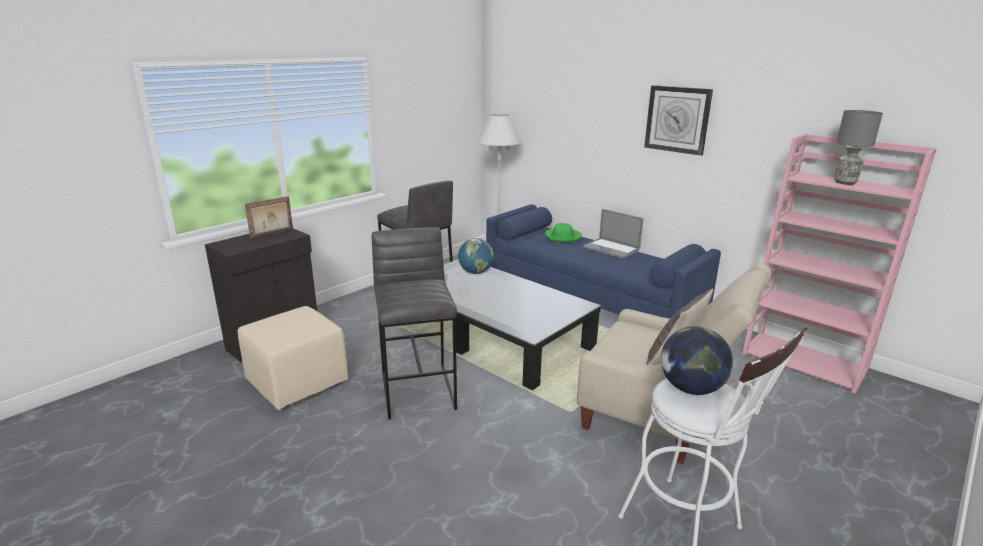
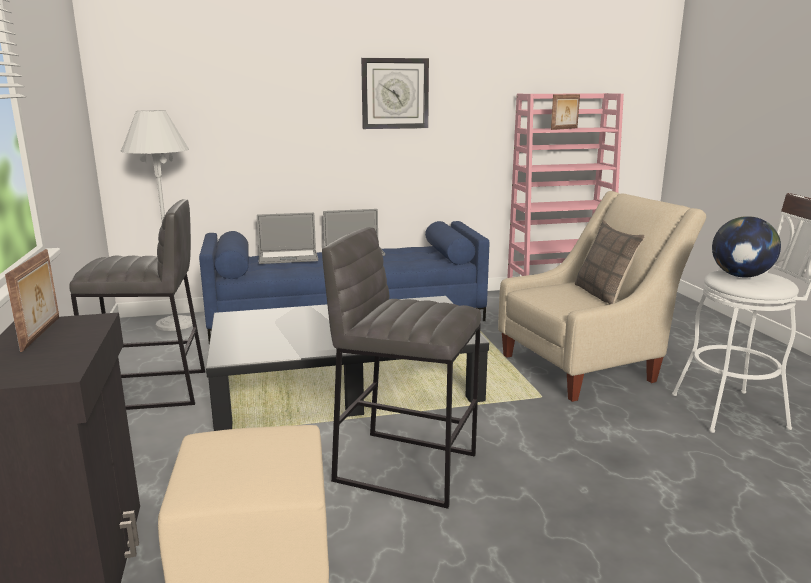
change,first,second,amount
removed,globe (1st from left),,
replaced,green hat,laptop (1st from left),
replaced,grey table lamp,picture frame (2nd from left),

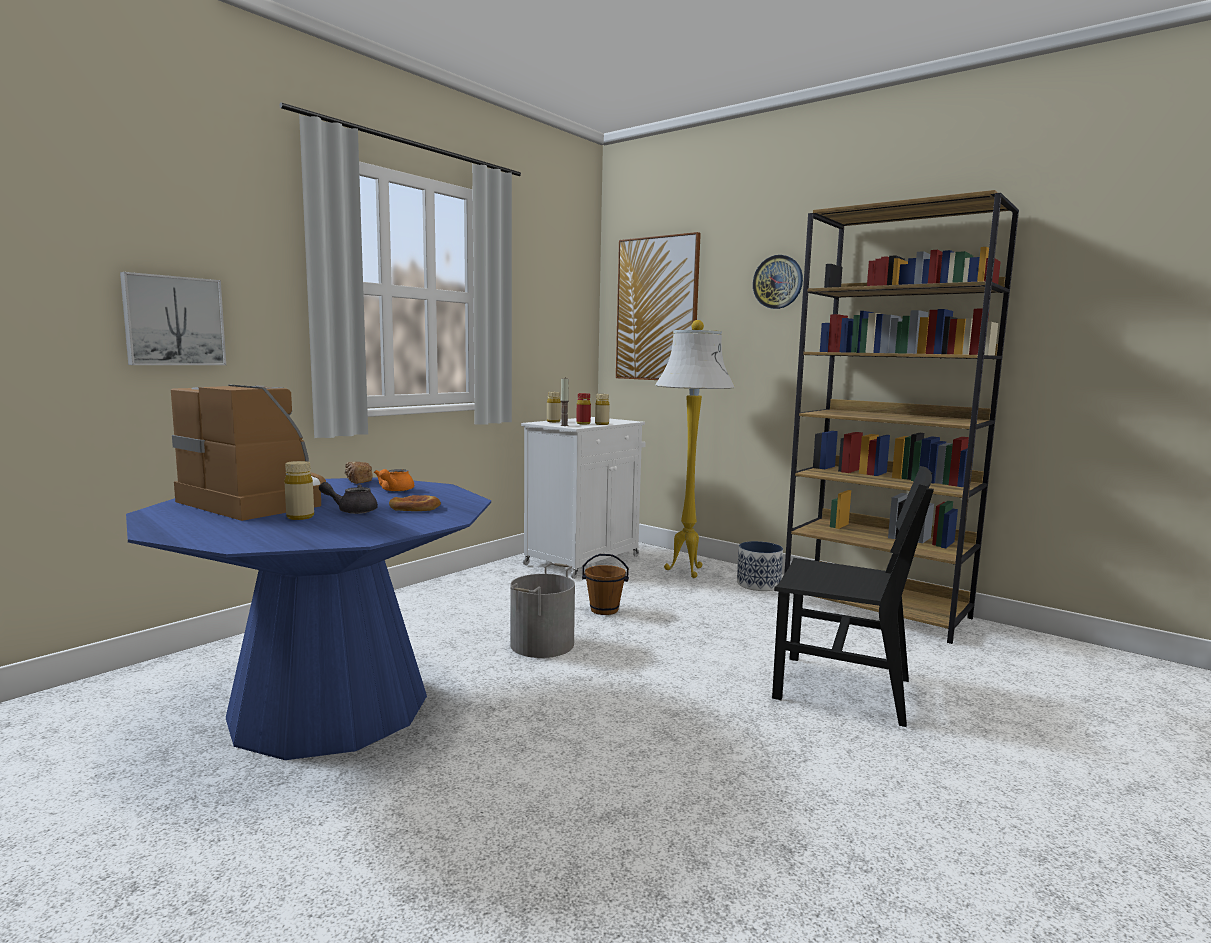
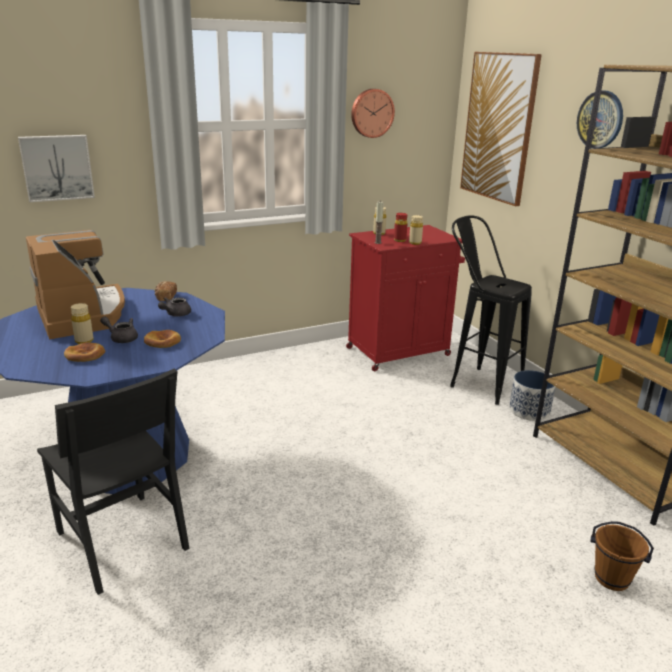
change,first,second,amount
removed,grey bucket,,
added,,bread (1st from left),
added,,wall clock (1st from left),
moved,brown bucket,,
moved,black chair,,
replaced,white floor lamp,black stool,
recoloured,orange teapot,grey teapot (2nd from left),
recoloured,white cabinet,red cabinet,

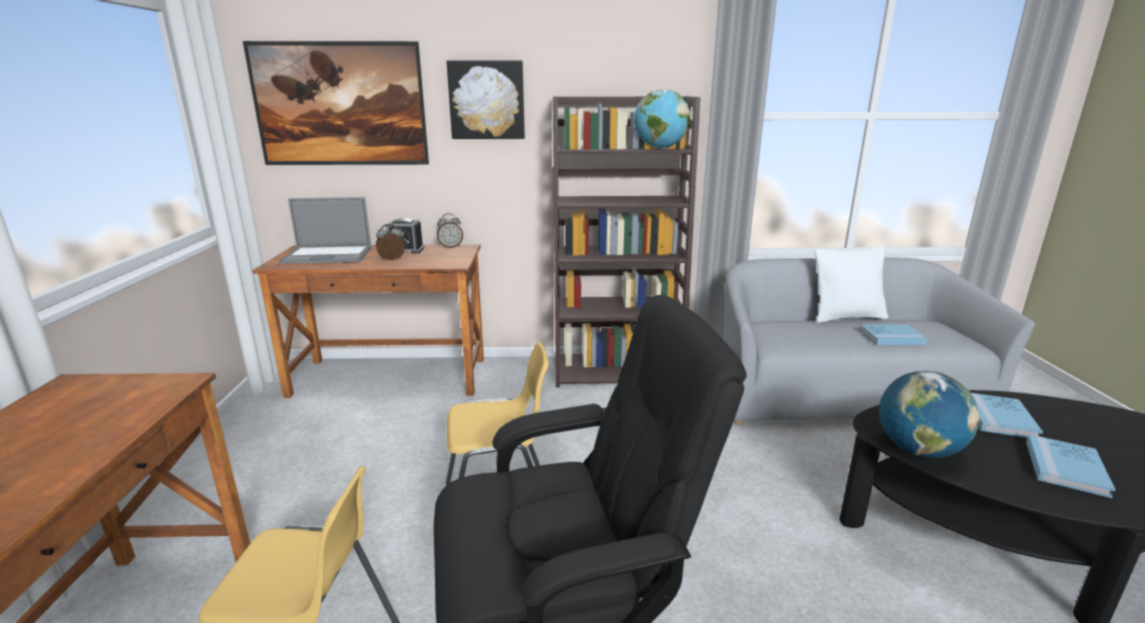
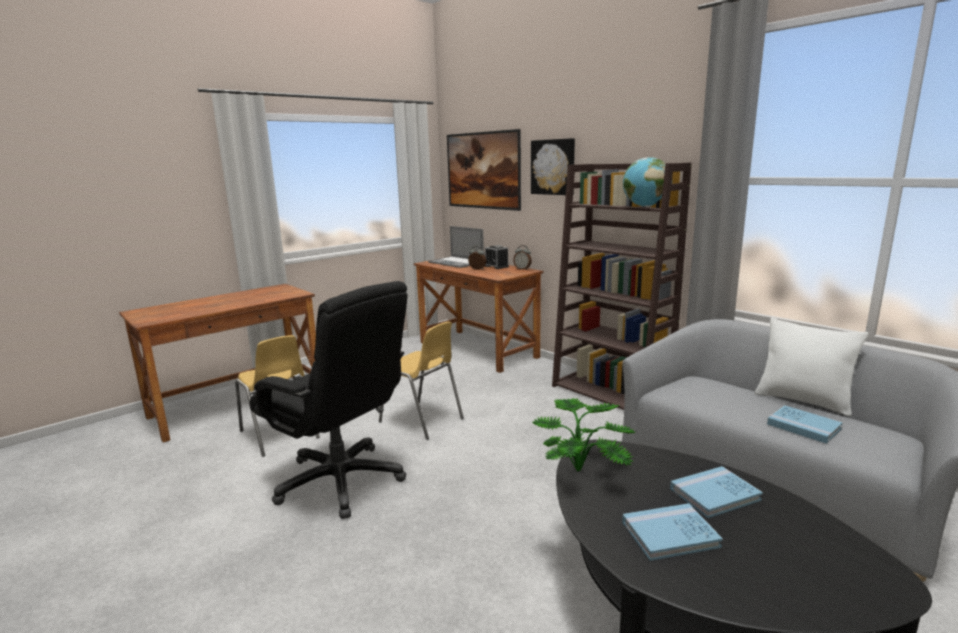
change,first,second,amount
replaced,globe (2nd from left),potted plant,

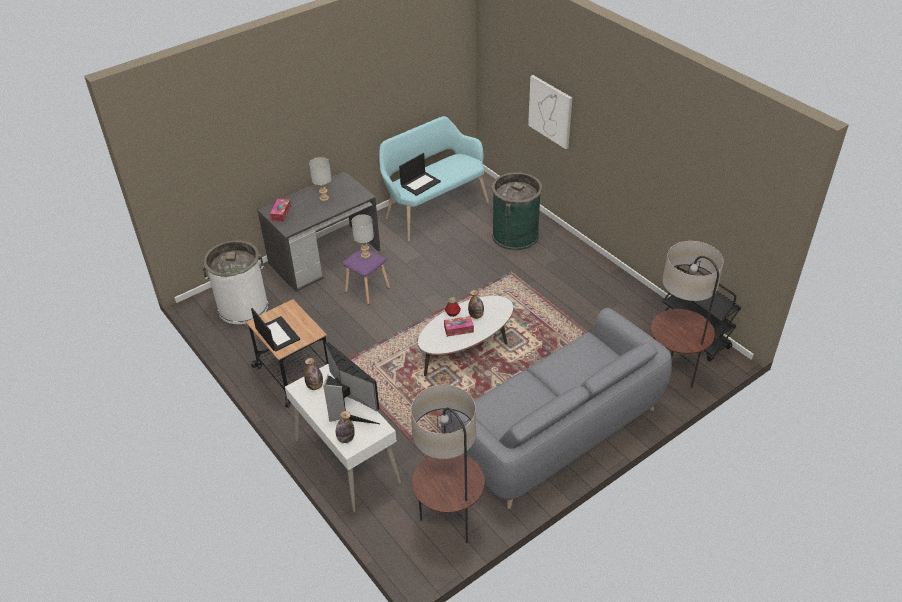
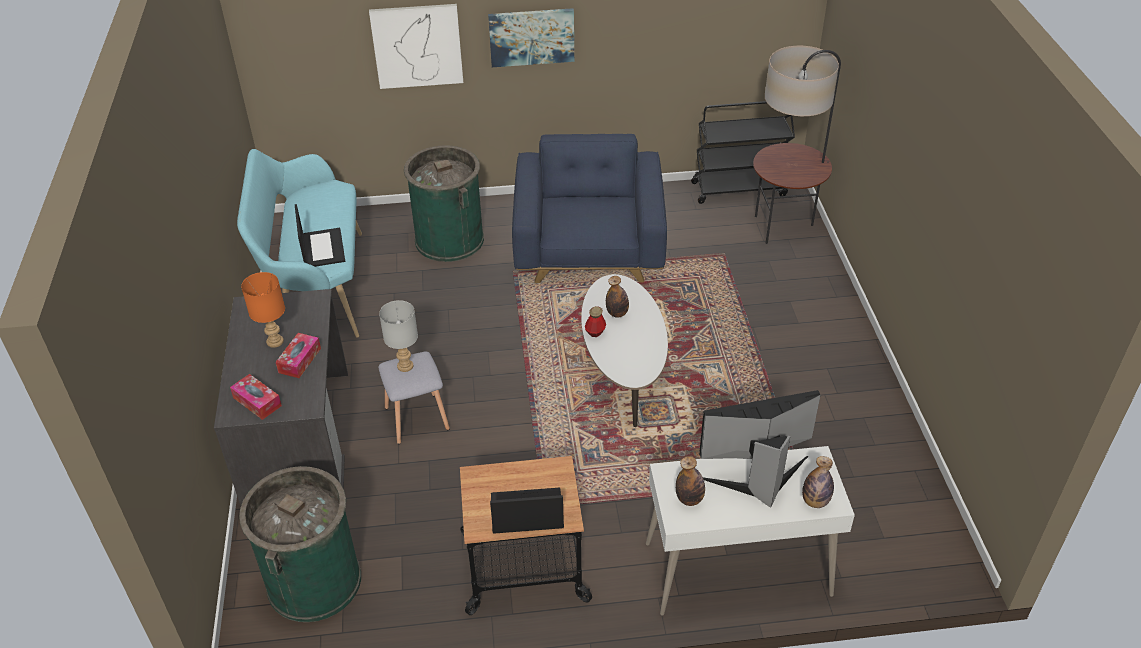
change,first,second,amount
removed,floor lamp (1st from left),,
removed,grey sofa,,
added,,picture (2nd from left),
added,,blue armchair,
moved,tissue box (2nd from left),,
recoloured,white trash can,green trash can (1st from left),
recoloured,grey table lamp (1st from left),orange table lamp,
recoloured,purple stool,grey stool,

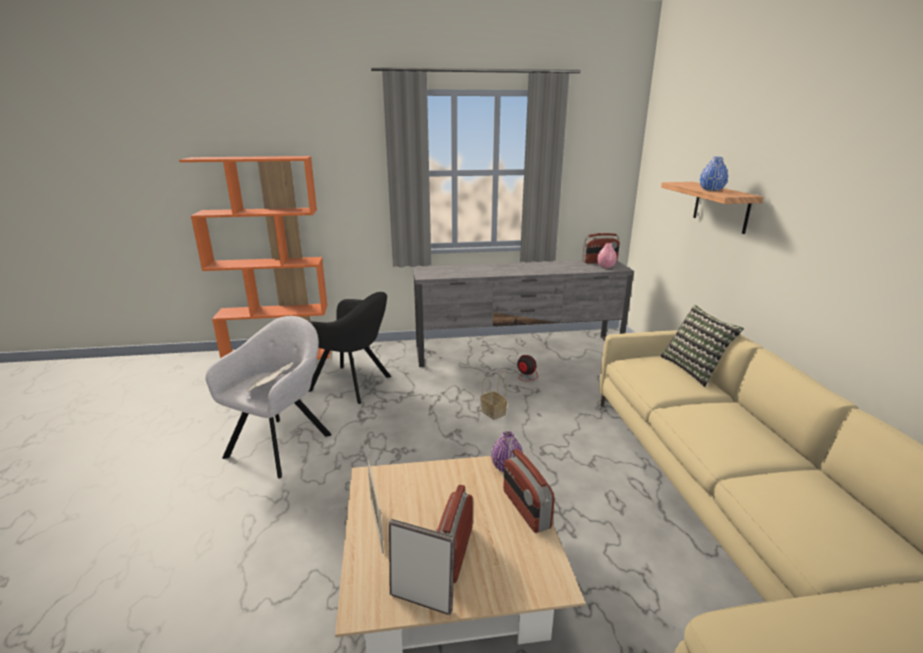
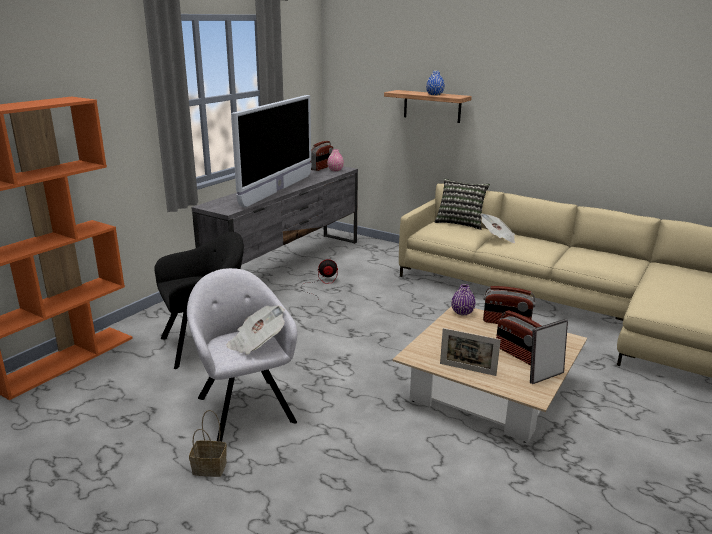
change,first,second,amount
added,,television,
added,,newspaper (2nd from left),
moved,basket,,

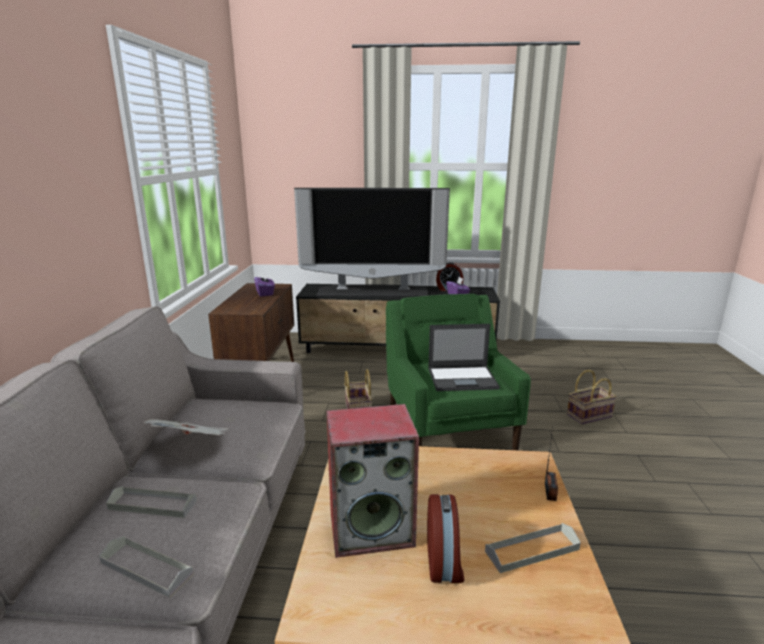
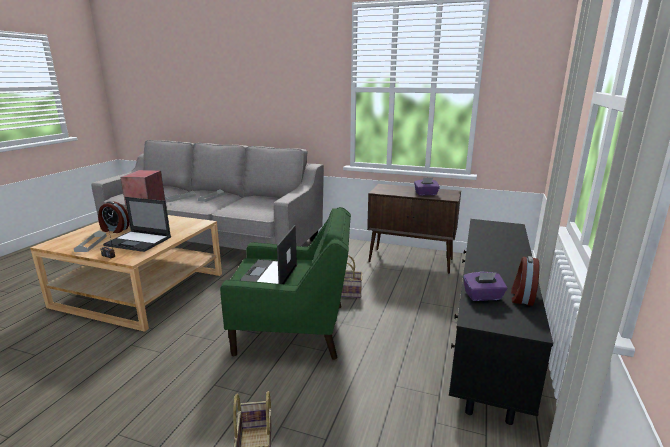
change,first,second,amount
removed,newspaper,,
removed,television,,
added,,laptop (1st from left),

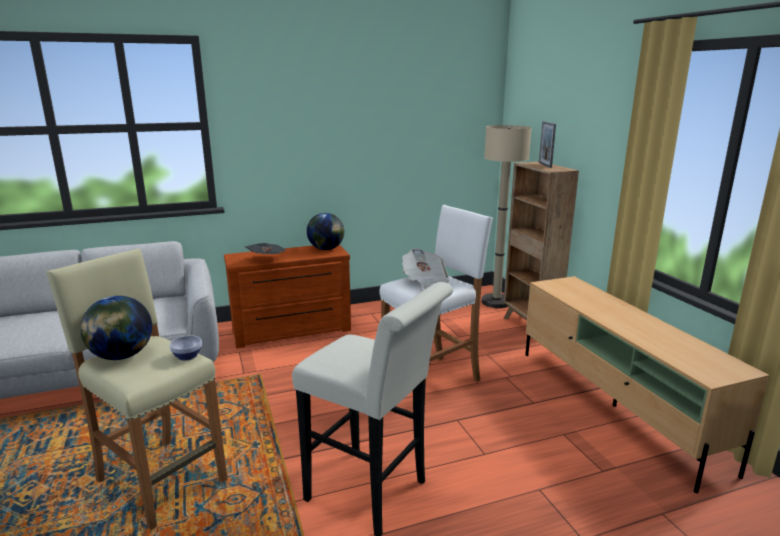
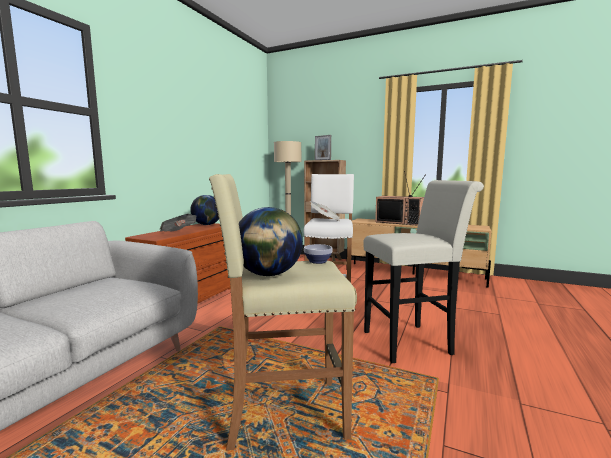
change,first,second,amount
added,,television,

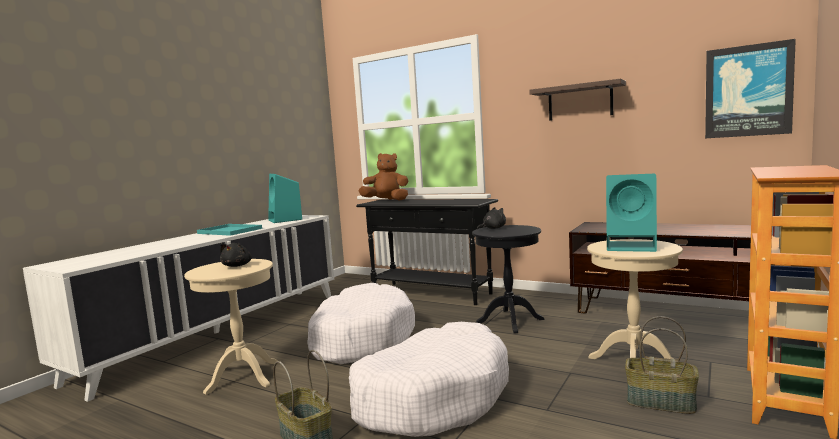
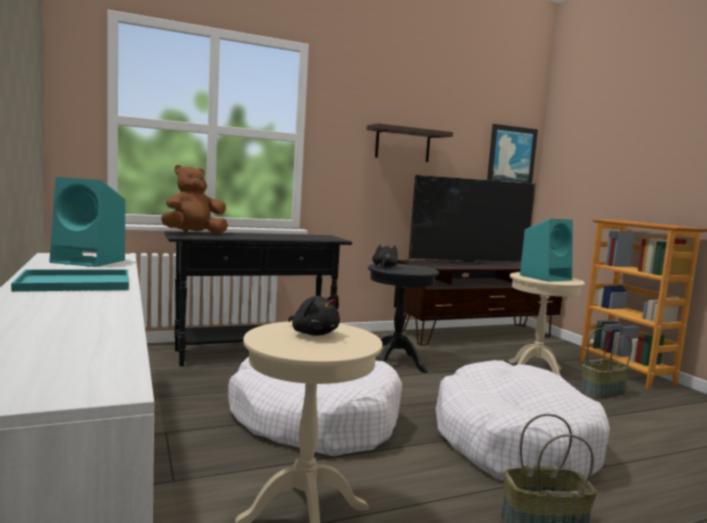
change,first,second,amount
added,,television,

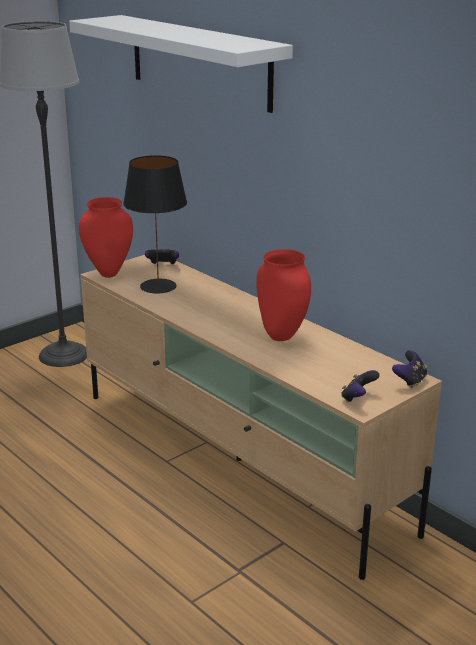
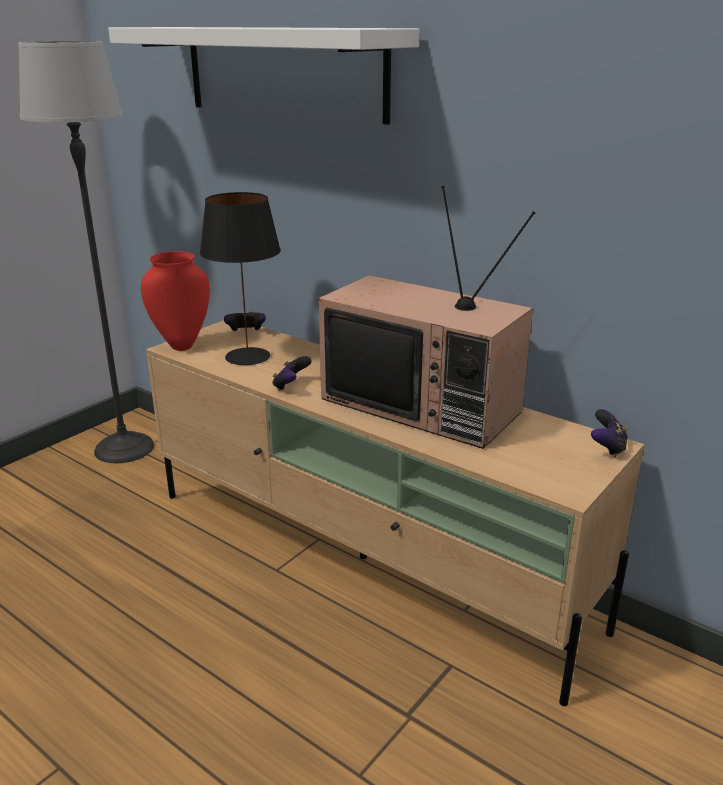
change,first,second,amount
moved,game controller (2nd from left),,
replaced,red vase (2nd from left),television,

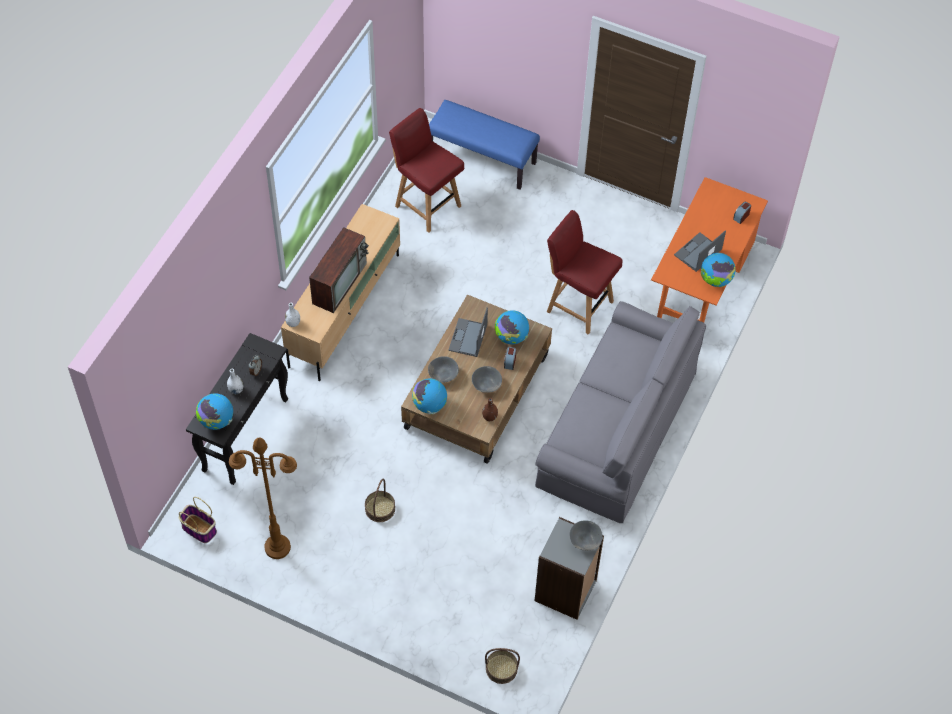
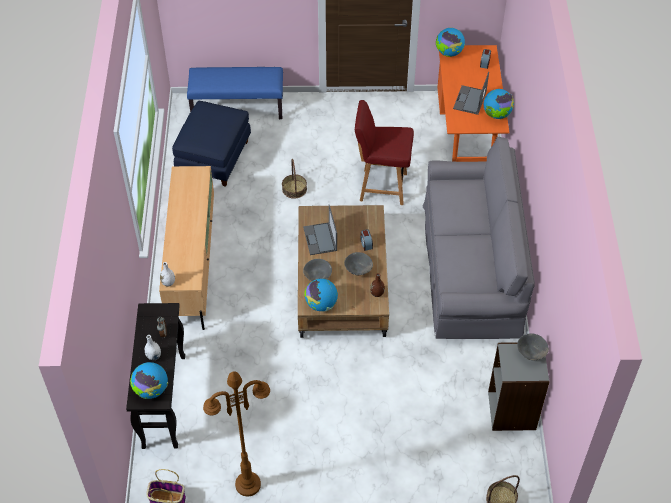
change,first,second,amount
removed,television,,
moved,basket (2nd from left),,
moved,globe (3rd from left),,
replaced,red chair (1st from left),blue ottoman,

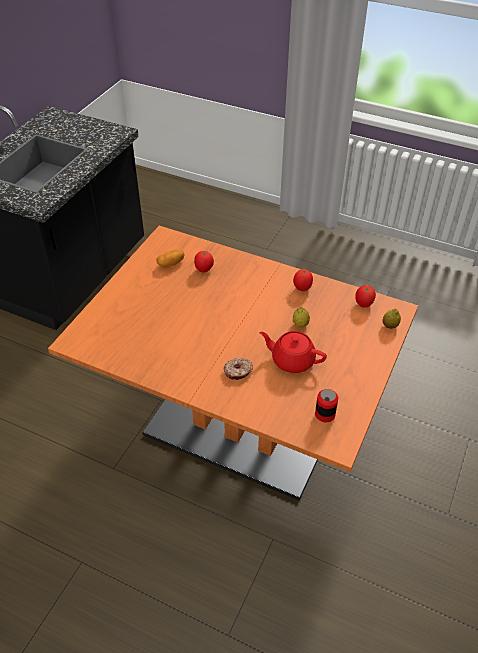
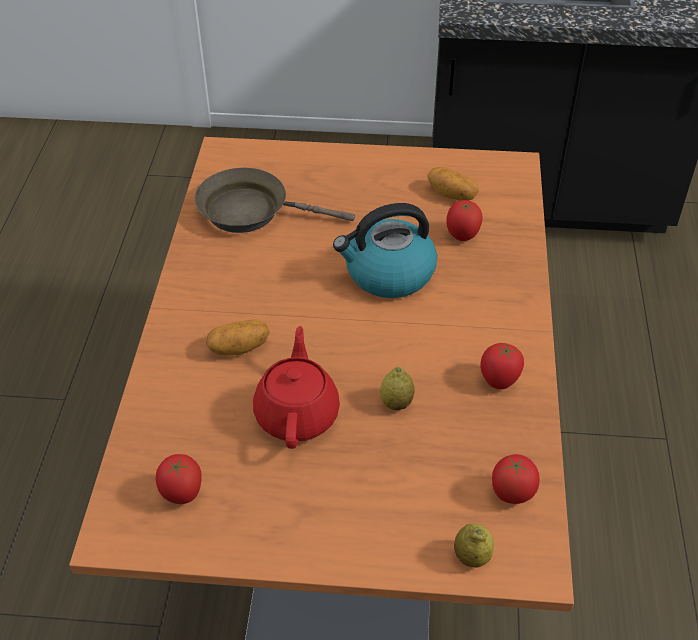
change,first,second,amount
added,,brown frying pan,
added,,kettle,
replaced,donut,potato (1st from left),
replaced,can,tomato (1st from left),

